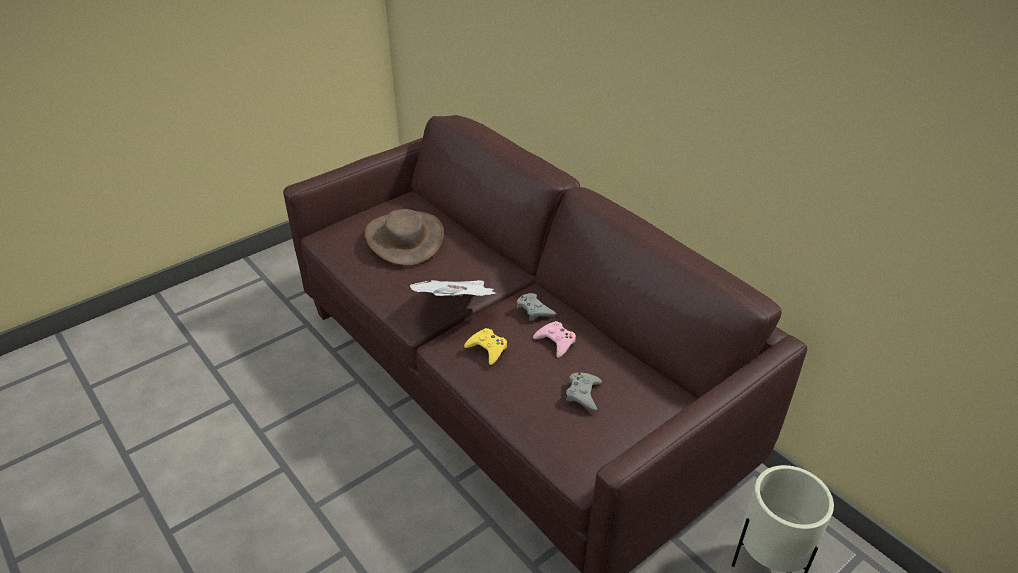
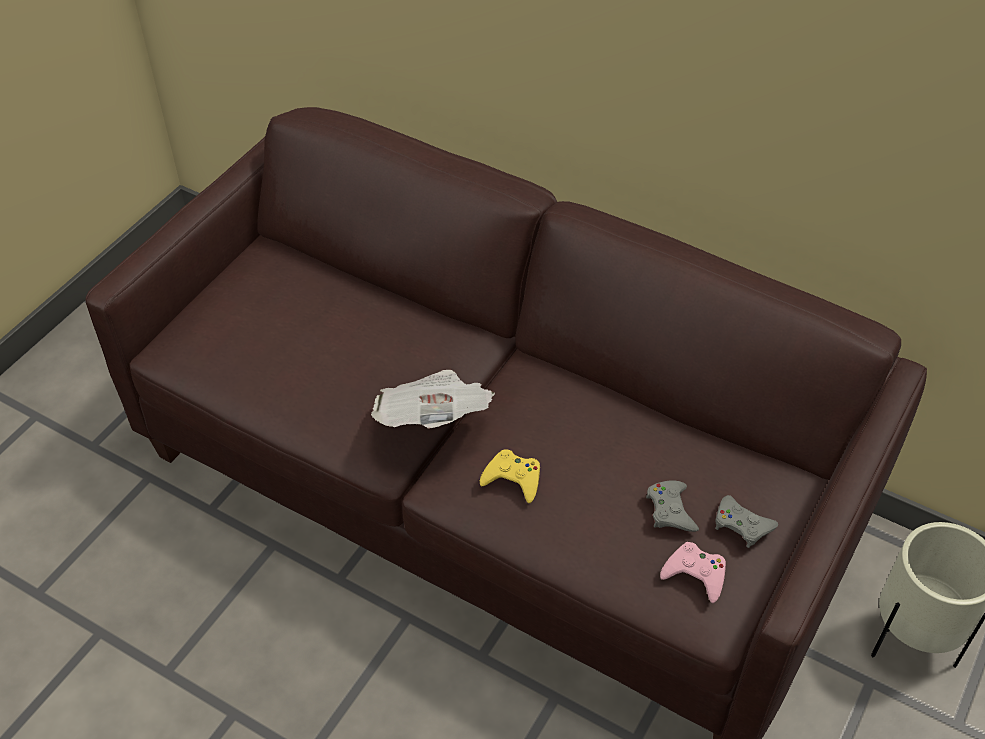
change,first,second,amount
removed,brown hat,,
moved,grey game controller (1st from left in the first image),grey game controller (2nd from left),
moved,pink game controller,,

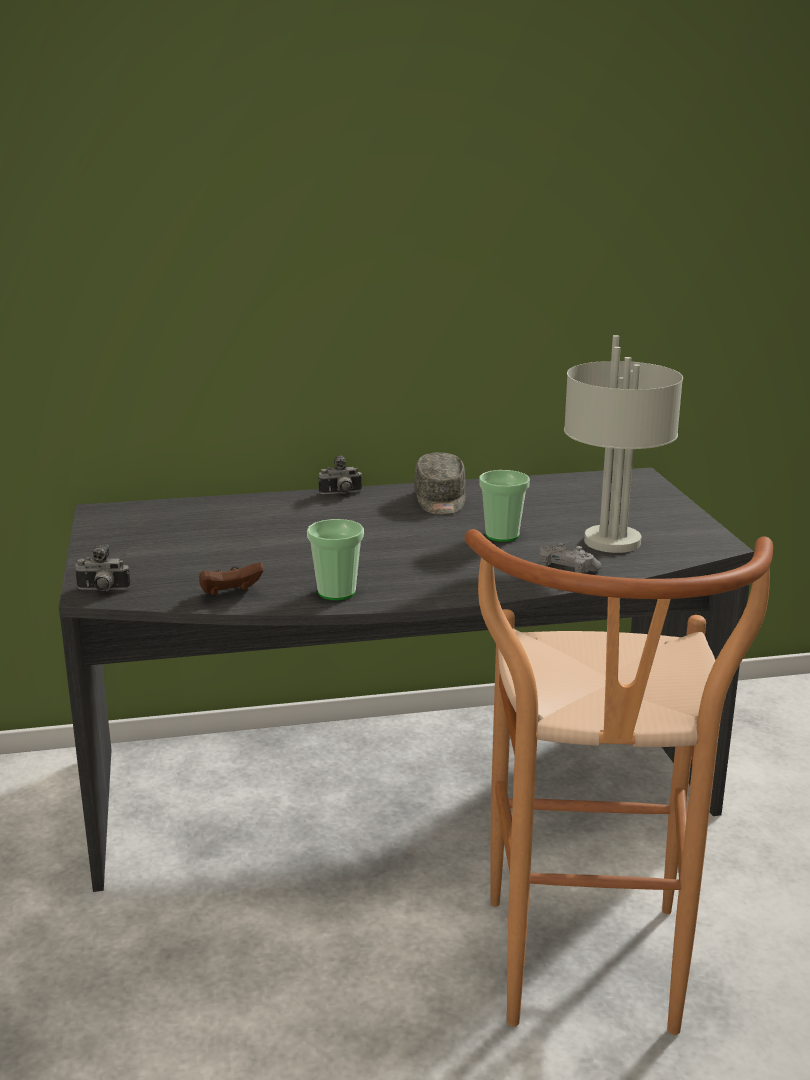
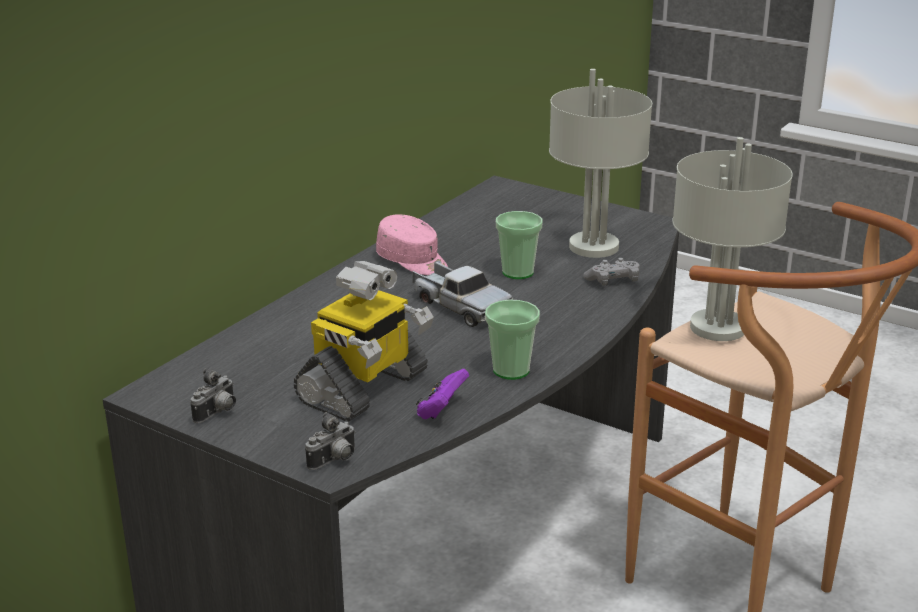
change,first,second,amount
added,,toy robot,
added,,toy truck,
added,,grey table lamp (2nd from left),
moved,photo camera (2nd from left in the first image),photo camera (1st from left),
recoloured,brown game controller,purple game controller,
recoloured,grey cap,pink cap,

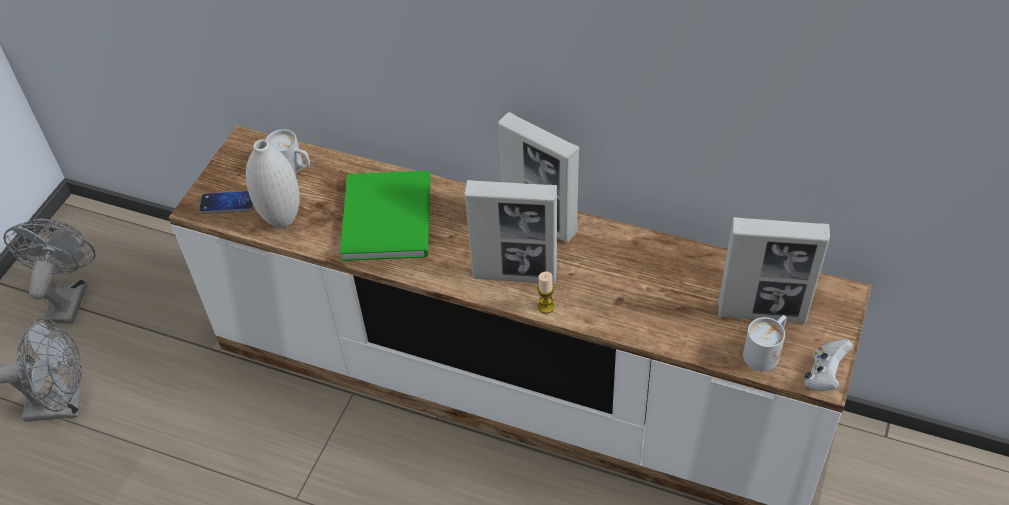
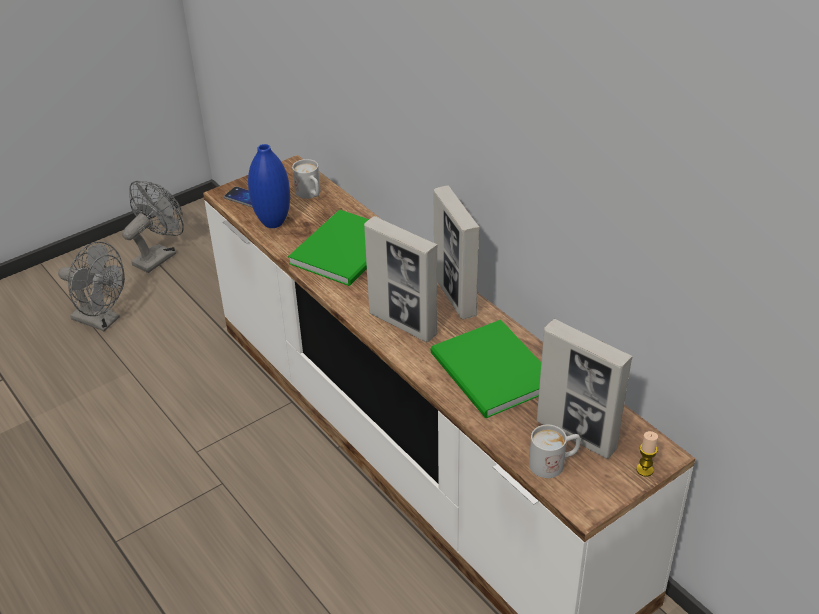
change,first,second,amount
removed,white game controller,,
added,,green book (2nd from left),
moved,candle,,
recoloured,white vase,blue vase,

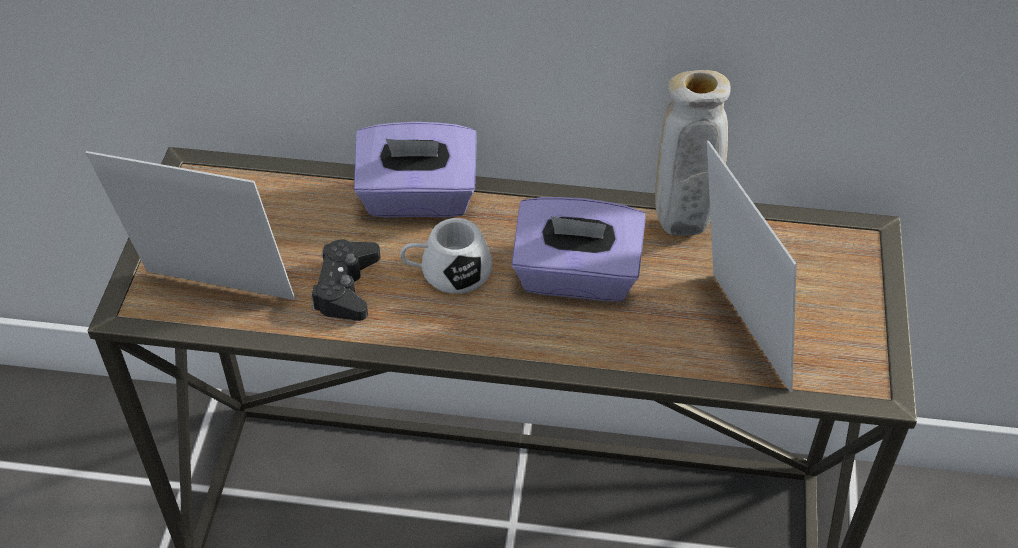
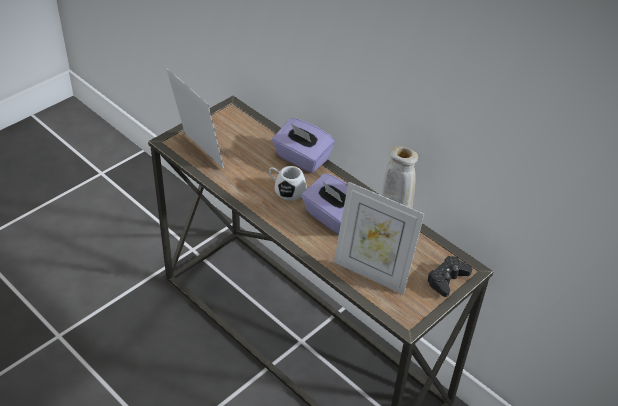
change,first,second,amount
moved,black game controller,,
turned,picture frame (2nd from left),,105 degrees clockwise

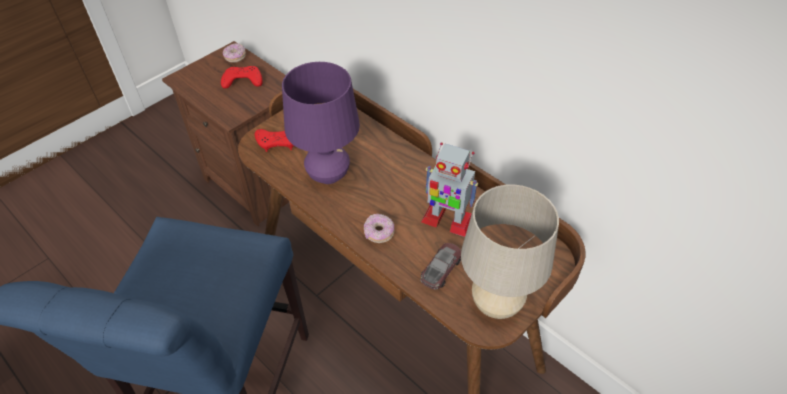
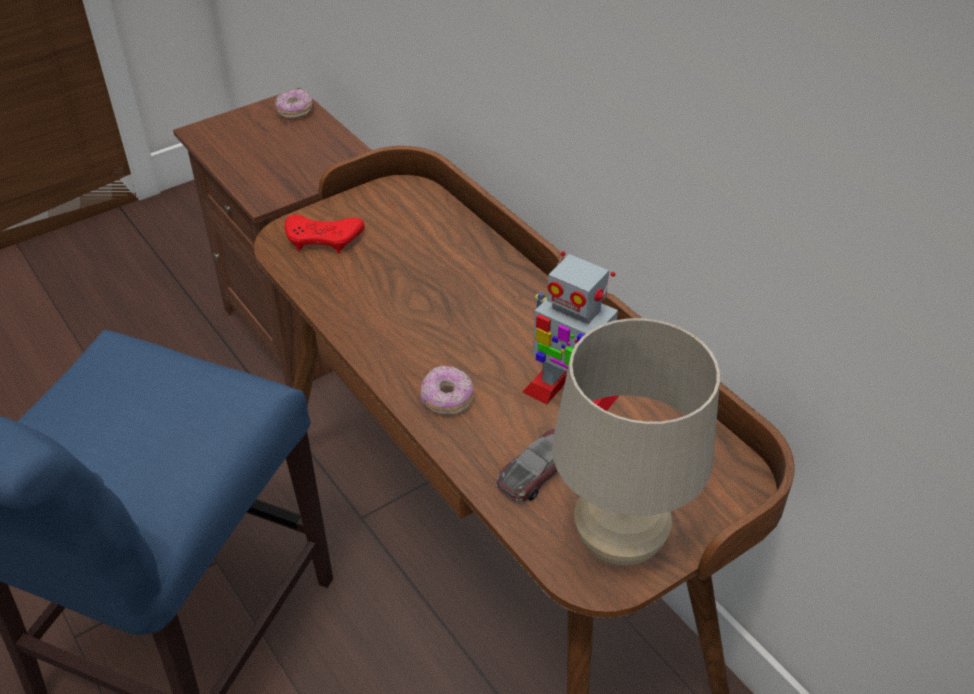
change,first,second,amount
removed,red game controller (1st from left),,
removed,purple table lamp,,

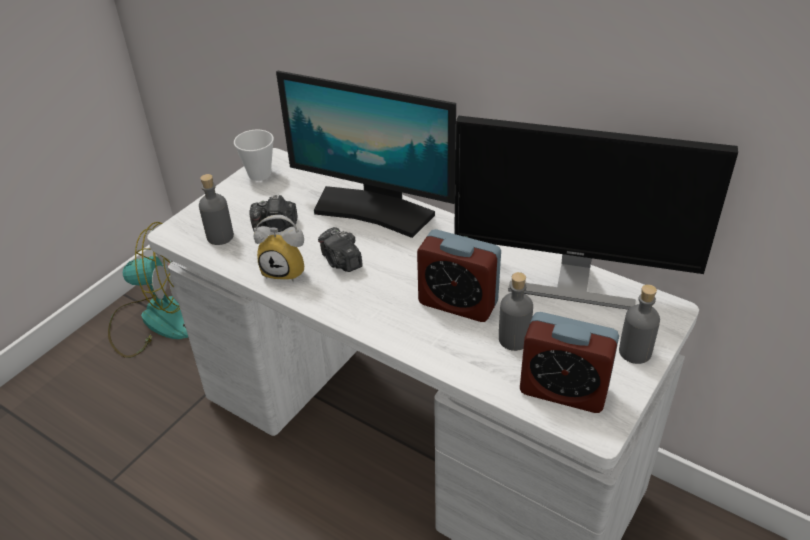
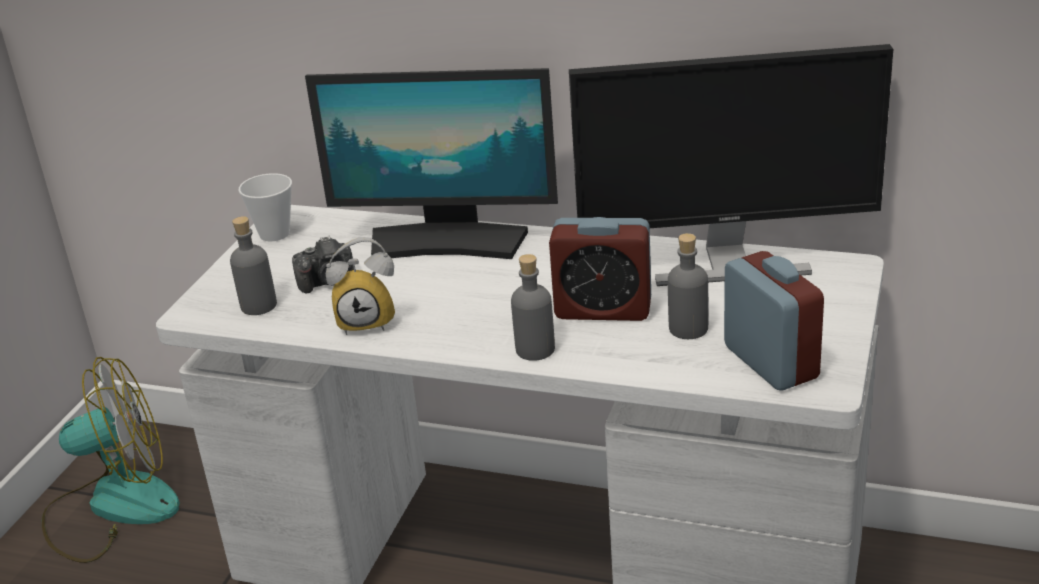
change,first,second,amount
removed,photo camera (2nd from left),,
moved,grey bottle (3rd from left in the first image),grey bottle (2nd from left),
turned,alarm clock (3rd from left),,120 degrees counterclockwise

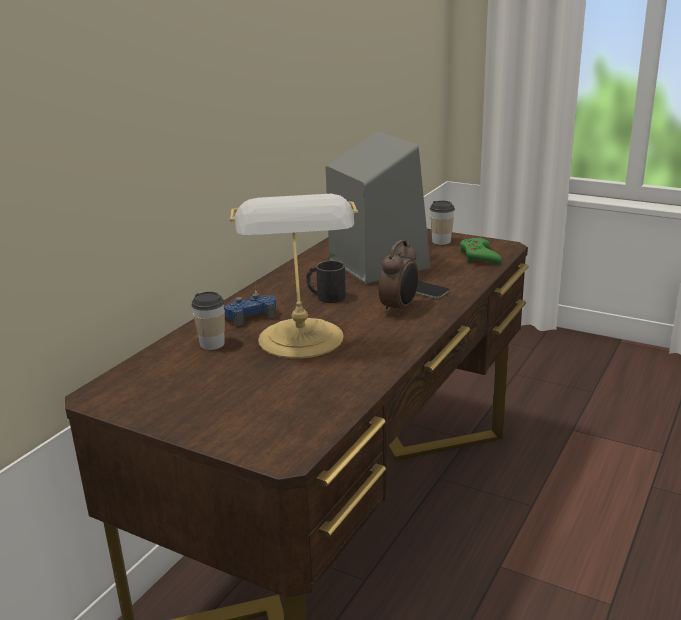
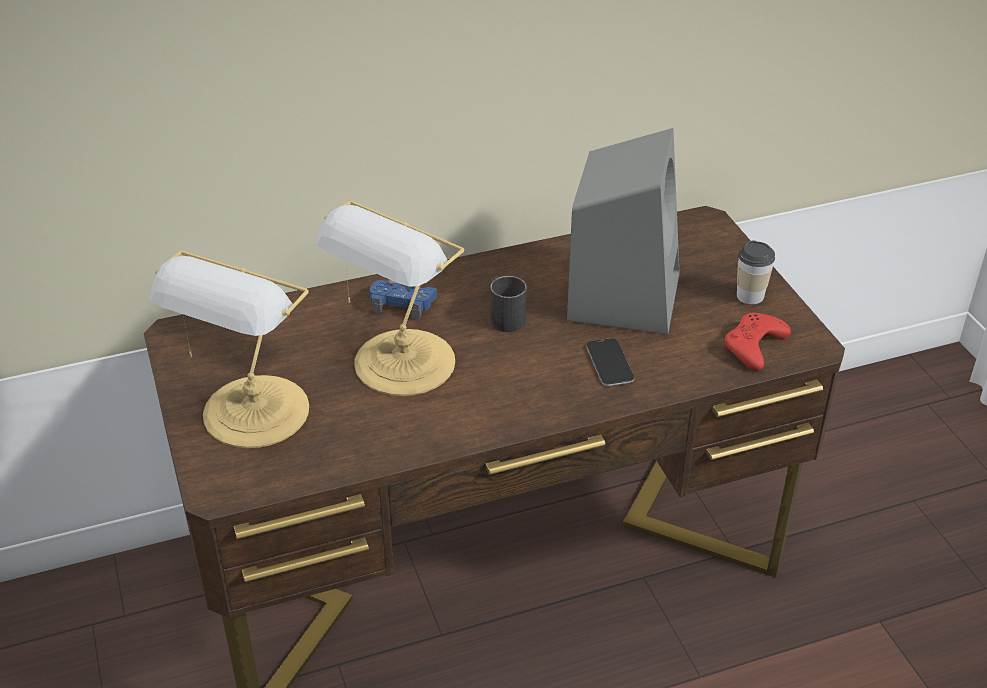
change,first,second,amount
removed,cup (1st from left),,
removed,alarm clock,,
added,,table lamp (1st from left),
recoloured,green game controller,red game controller,

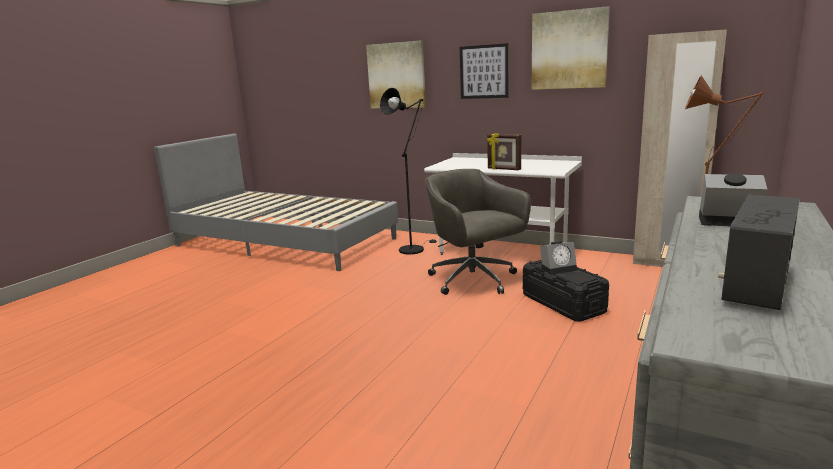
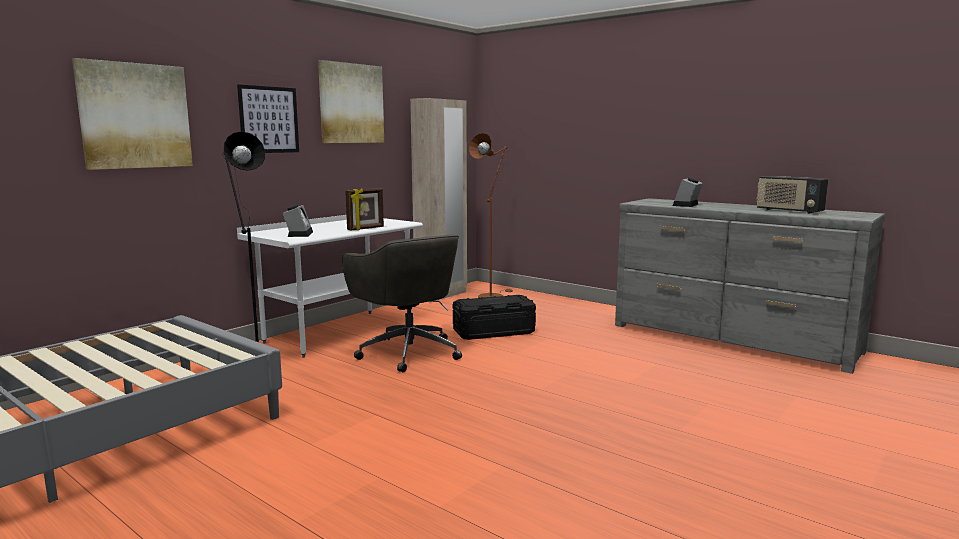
change,first,second,amount
moved,alarm clock (1st from left),,
turned,grey office chair,,105 degrees counterclockwise

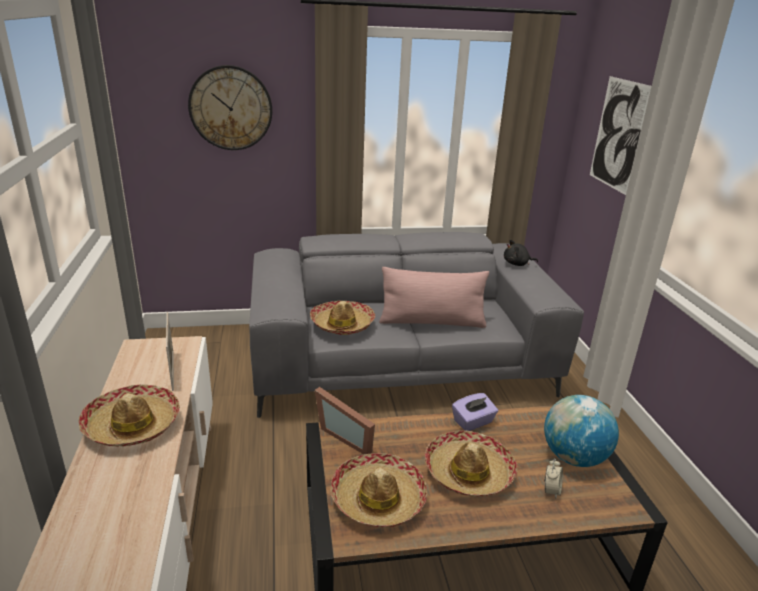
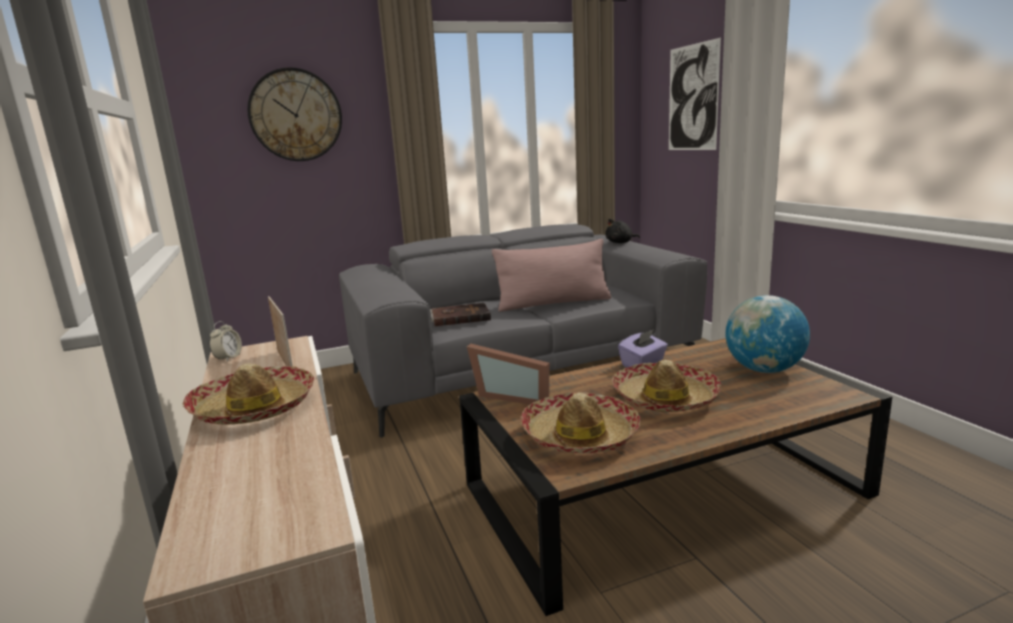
change,first,second,amount
moved,alarm clock,,
replaced,hat (2nd from left),brown book,

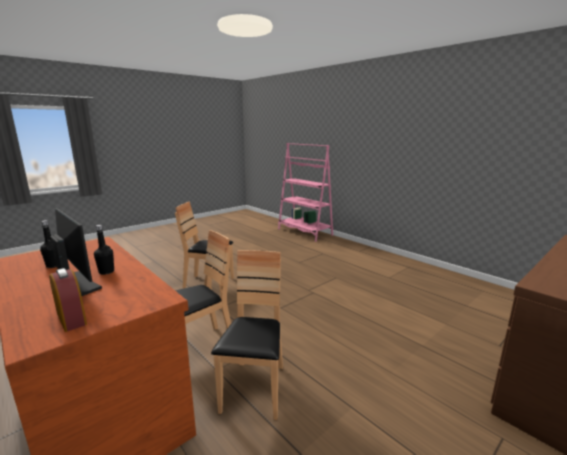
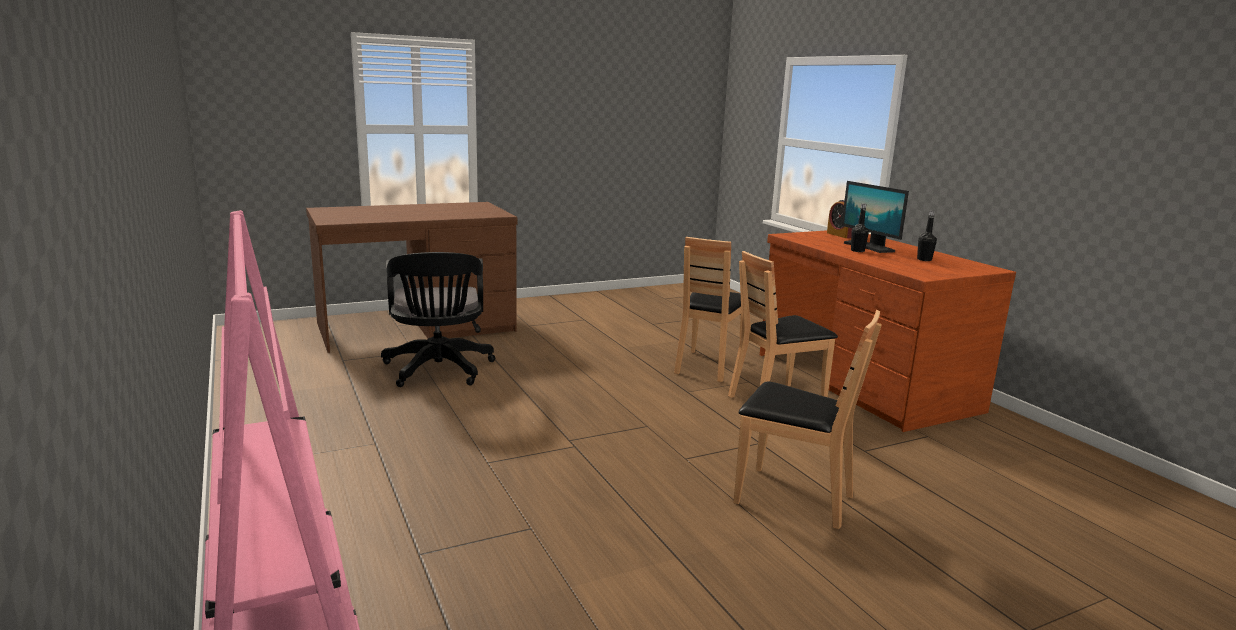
change,first,second,amount
added,,black office chair,

